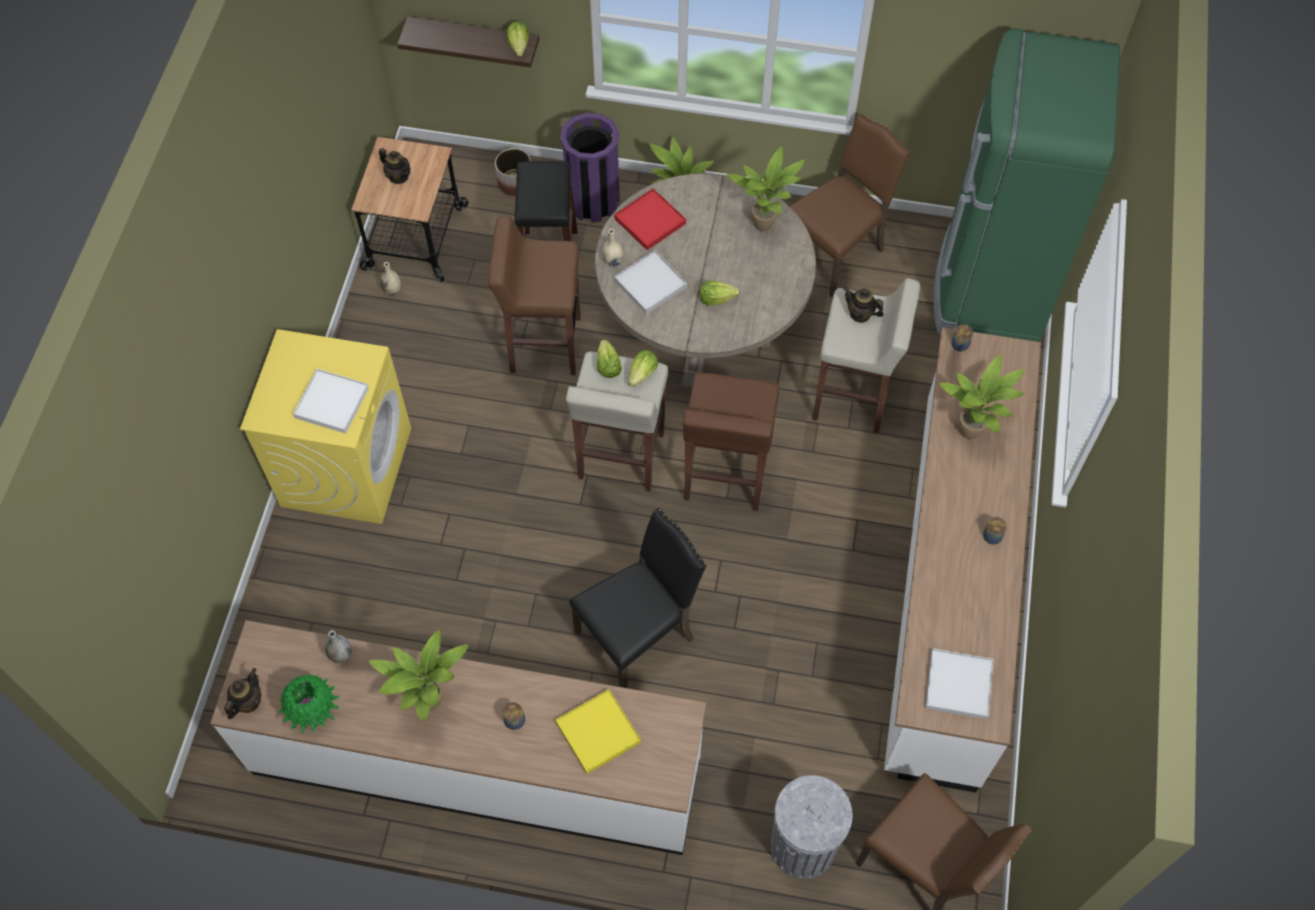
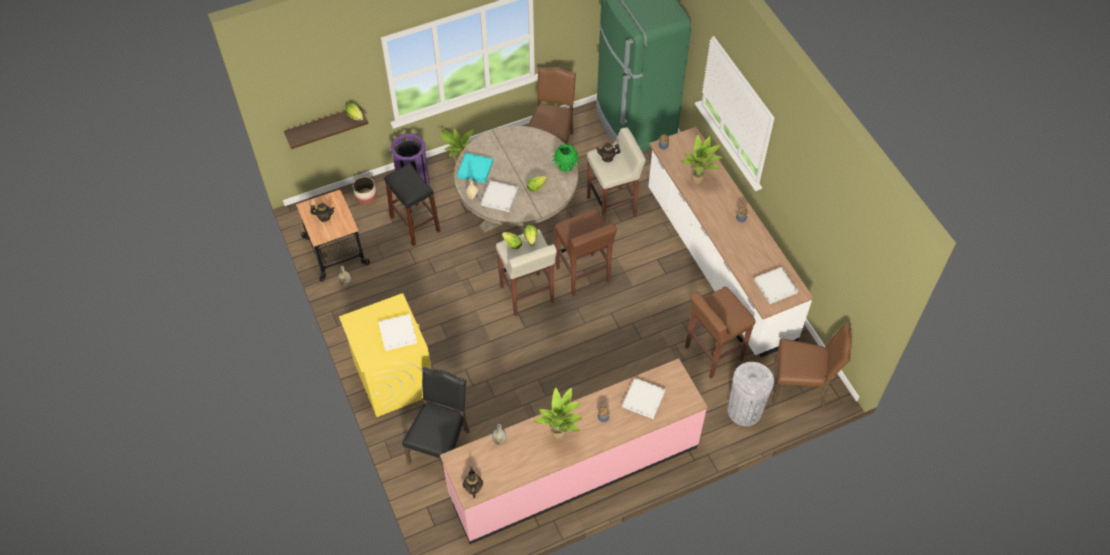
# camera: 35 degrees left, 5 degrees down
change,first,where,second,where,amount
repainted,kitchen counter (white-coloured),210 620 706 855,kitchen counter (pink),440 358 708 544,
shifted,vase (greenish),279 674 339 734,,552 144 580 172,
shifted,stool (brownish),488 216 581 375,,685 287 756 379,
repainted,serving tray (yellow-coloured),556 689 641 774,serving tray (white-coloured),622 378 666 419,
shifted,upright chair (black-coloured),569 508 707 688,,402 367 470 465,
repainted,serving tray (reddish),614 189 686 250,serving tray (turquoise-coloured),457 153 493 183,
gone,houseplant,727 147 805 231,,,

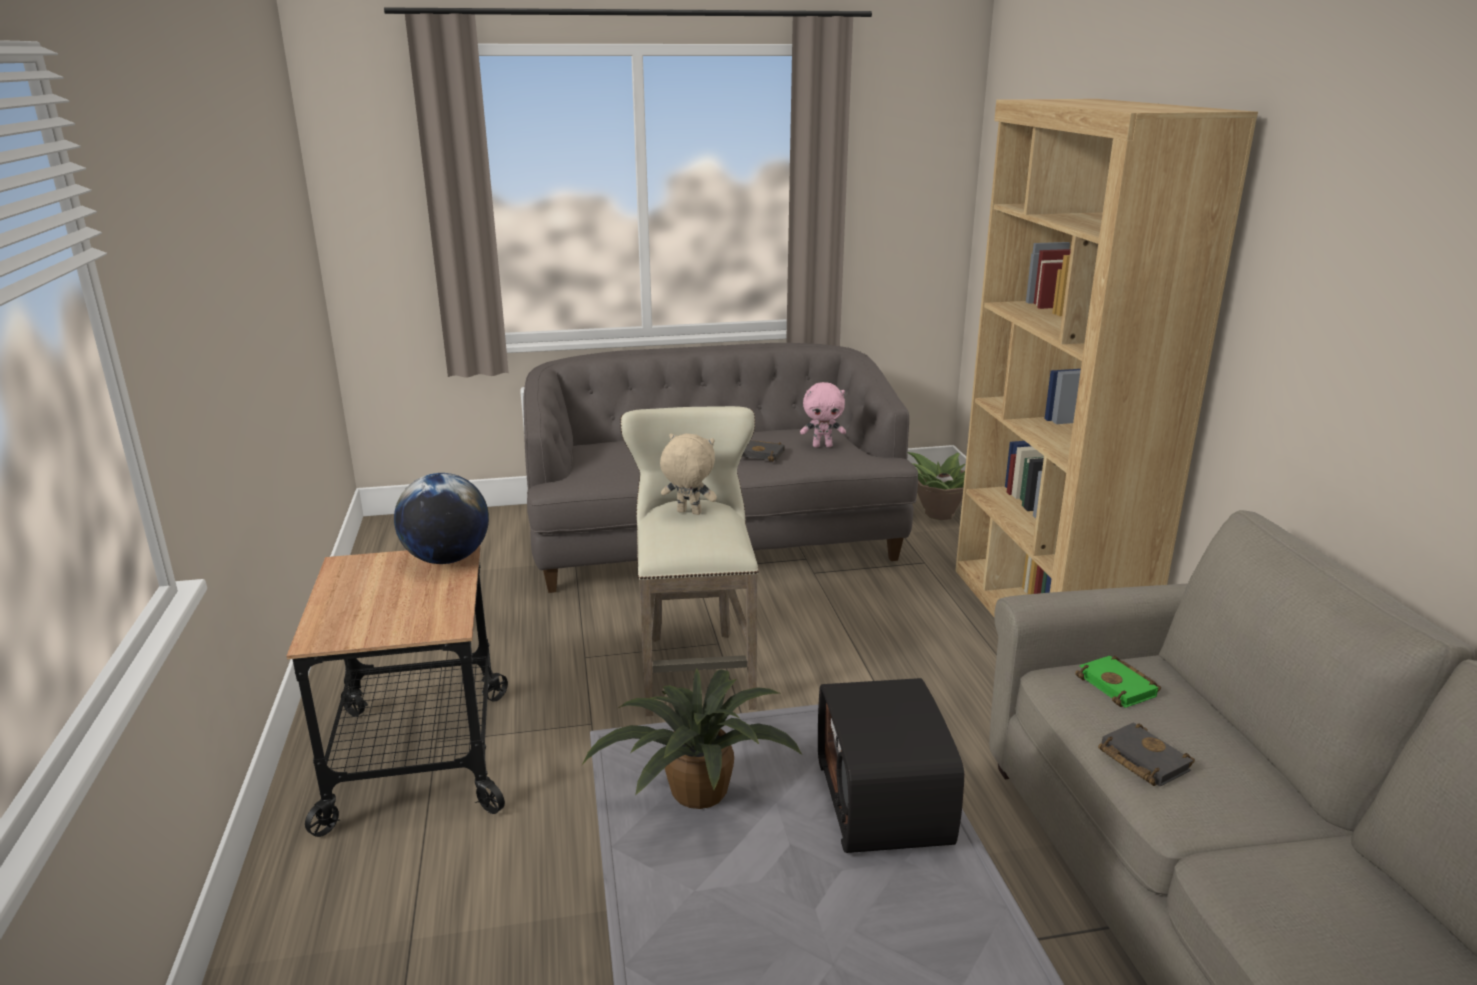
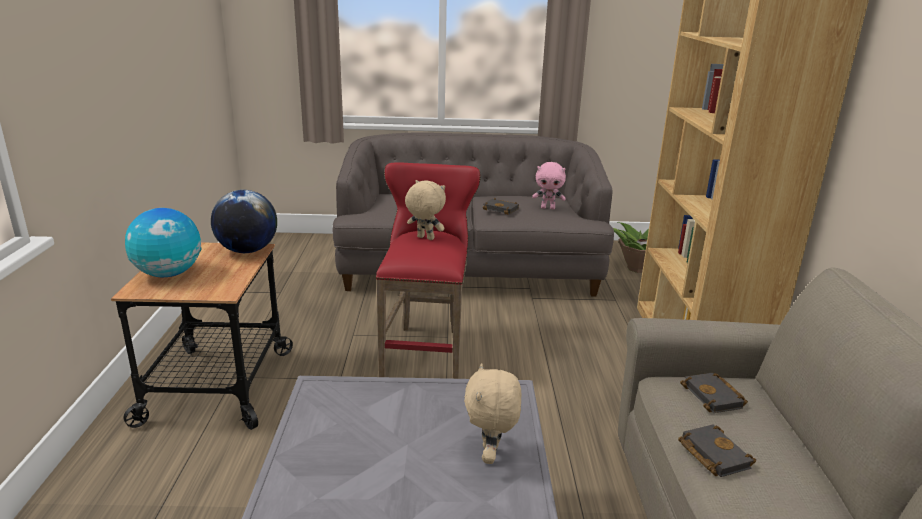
# camera: 10 degrees right, 0 degrees up
change,first,where,second,where,amount
gone,houseplant,582 668 802 809,,,
repainted,stool (sand-coloured),620 406 759 716,stool (reddish),376 162 481 379,
swapped,radio set,818 678 965 853,cuddly toy (sand-coloured),464 363 521 464,
repainted,volume (greenish),1075 656 1161 708,volume (black-coloured),680 373 748 413,
new,,,globe,125 208 202 277,

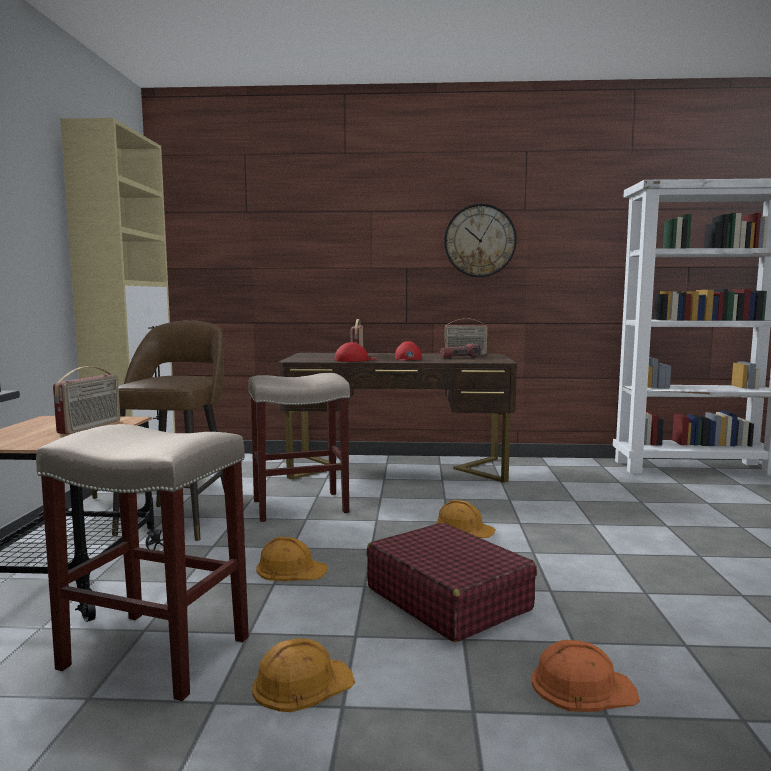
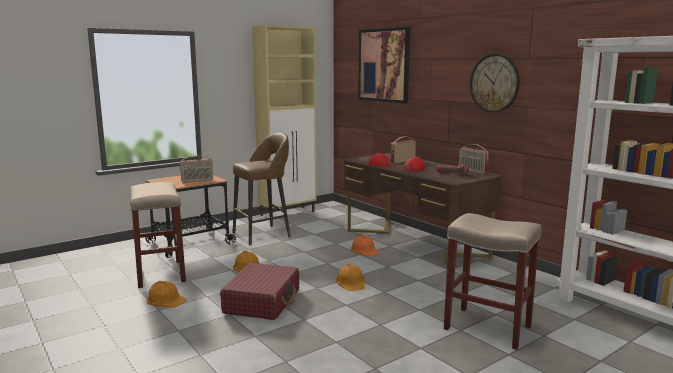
# camera: 50 degrees right, 5 degrees up
change,first,where,second,where,amount
shifted,stool (sand-coloured),248 373 350 522,,444 213 542 350,
shifted,work helmet (orange-coloured),532 640 640 712,,350 235 380 256,
new,,,wall art,358 27 410 104,

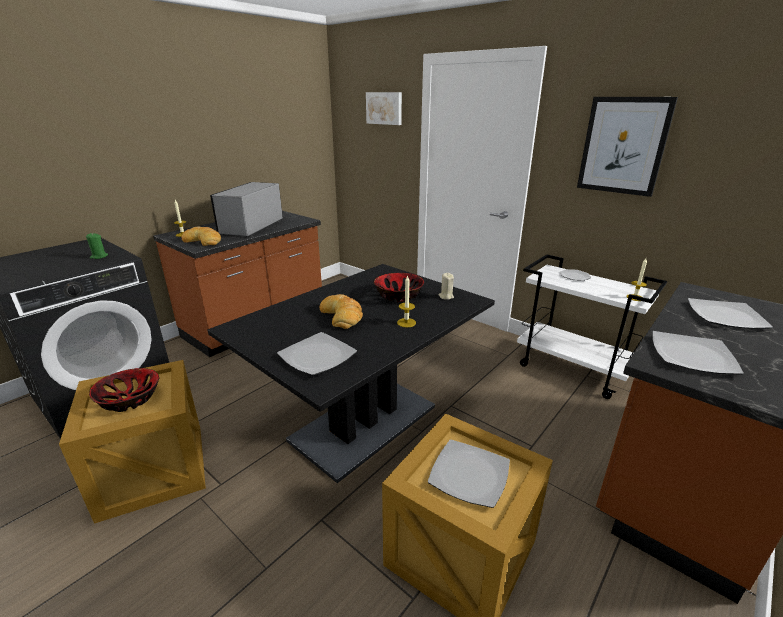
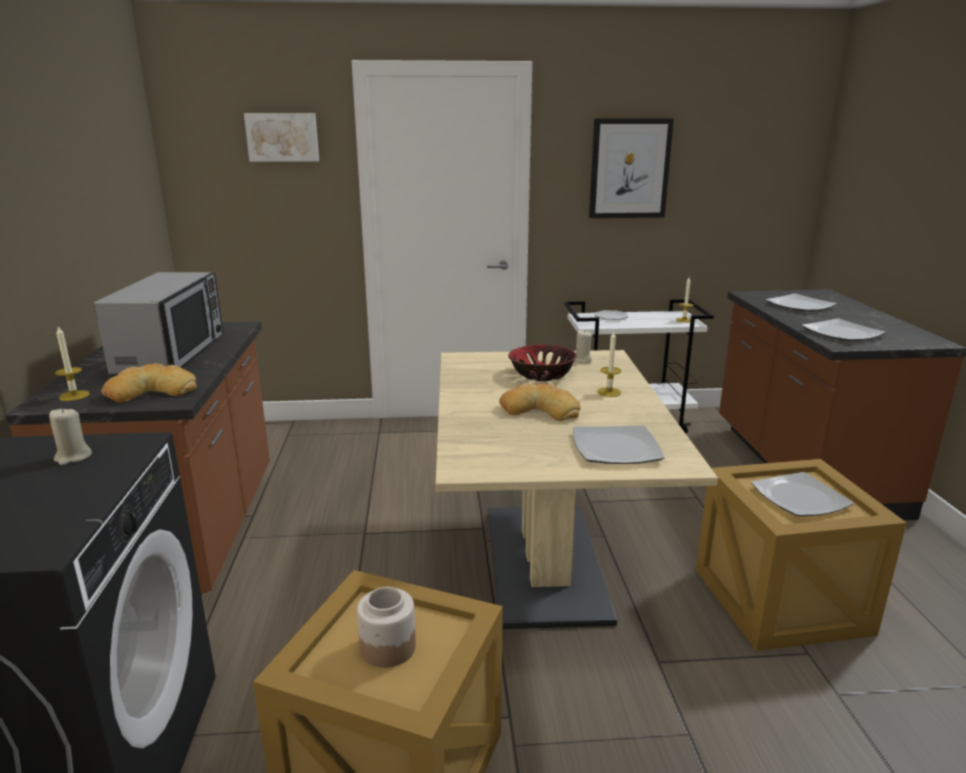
# camera: 45 degrees left, 5 degrees down
change,first,where,second,where,amount
repainted,wax light (greenish),86 233 108 259,wax light (sand-coloured),49 408 92 465,
swapped,deep dish,89 368 159 412,jar,357 587 416 668,
repainted,kitchen table (black-coloured),207 264 495 483,kitchen table (sand-coloured),436 350 718 629,
rotated,microwave,210 182 283 236,,94 272 224 375,150 degrees counterclockwise

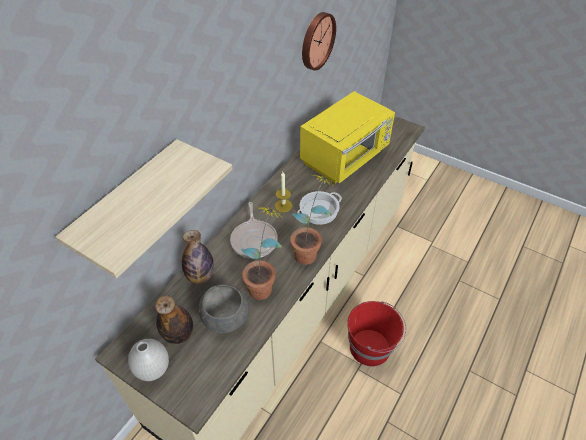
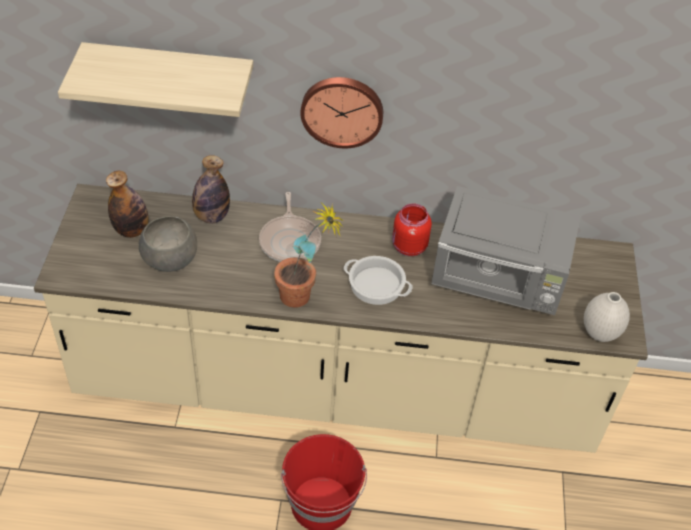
# camera: 60 degrees right, 0 degrees up
change,first,where,second,where,amount
shifted,vase (white-coloured),128 339 169 381,,584 292 630 342,
rotated,pan,230 202 278 259,,259 192 321 262,60 degrees counterclockwise
gone,houseplant,241 207 283 300,,,
gone,wax light,275 172 292 212,,,
repainted,microwave (yellow-coloured),300 91 395 183,microwave (grey),431 186 580 315,
shifted,clock on the wall,302 12 336 71,,300 77 383 148,
new,,,jar (reddish),392 203 432 256,

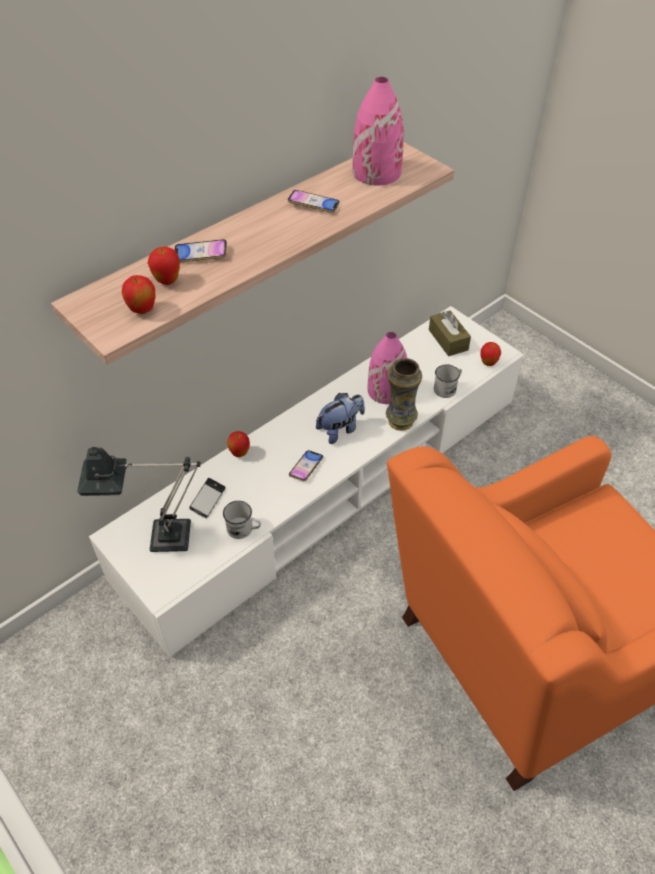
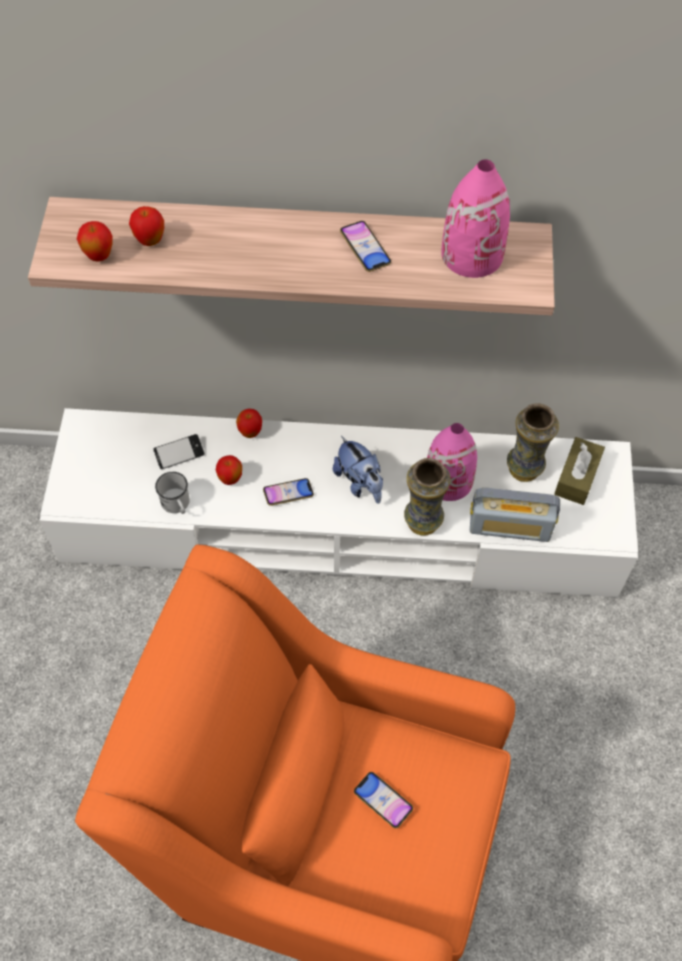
# camera: 45 degrees right, 10 degrees up
change,first,where,second,where,amount
gone,lamp for a table,77 447 201 552,,,
shifted,handset,174 239 227 263,,354 772 413 828,
rotated,cuddly toy,316 393 365 444,,333 436 383 504,45 degrees clockwise
swapped,mug (white-coloured),434 364 462 398,radio set,470 488 560 542,
shifted,whole apple,480 342 501 366,,216 455 242 485,
new,,,vase,507 403 559 482,

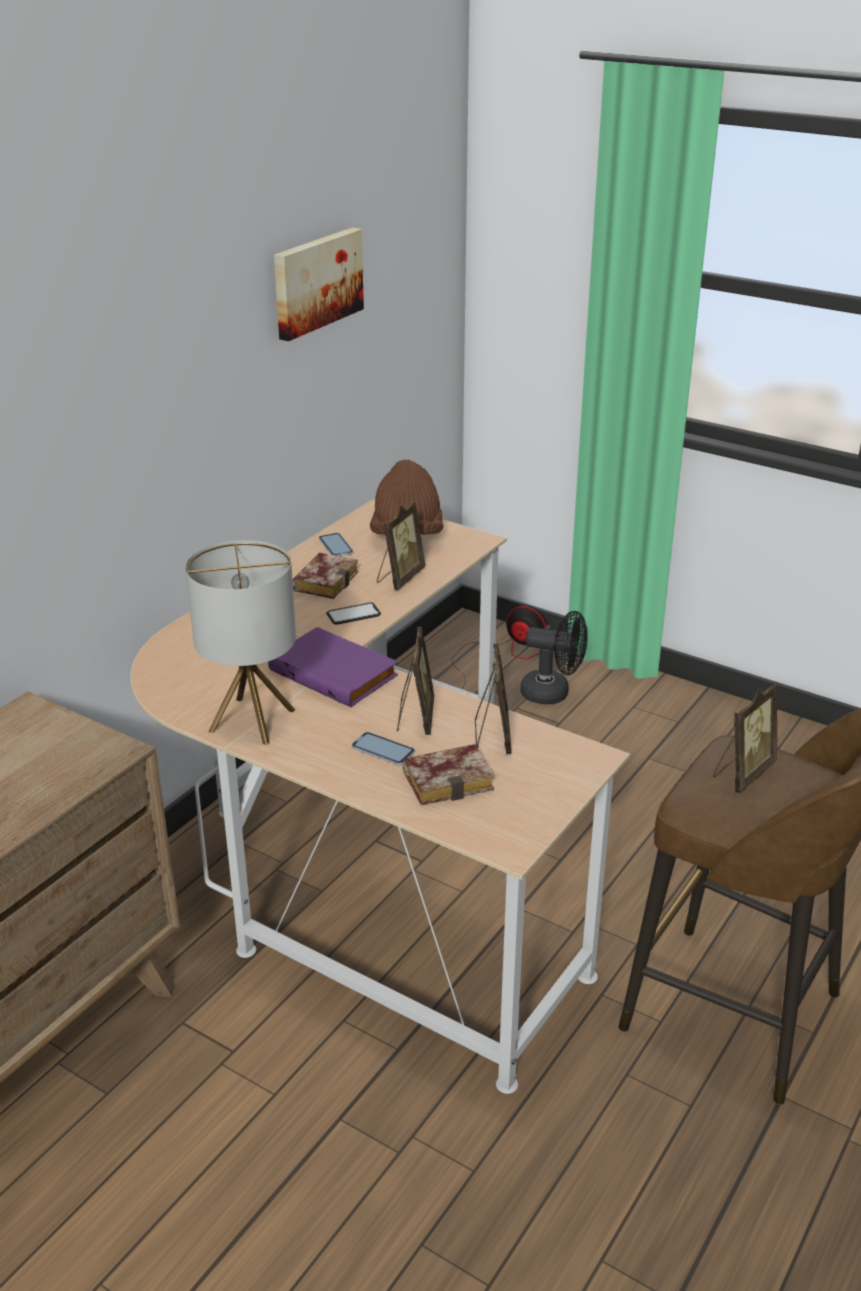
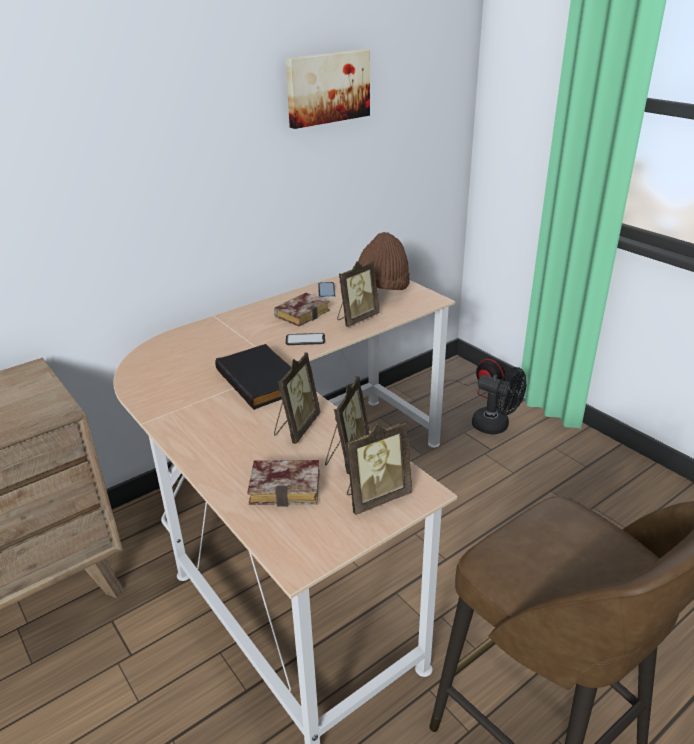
# camera: 20 degrees right, 0 degrees up
change,first,where,second,where,amount
gone,lamp for a table,185 540 296 745,,,
repainted,volume (purplish),268 627 398 707,volume (black-coloured),215 344 291 410,
gone,handset,352 732 415 765,,,
shifted,picture frame,713 682 778 793,,346 421 412 515,

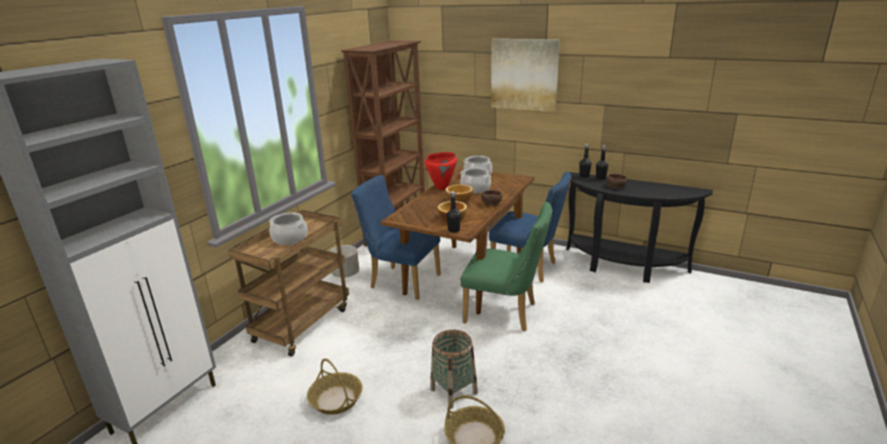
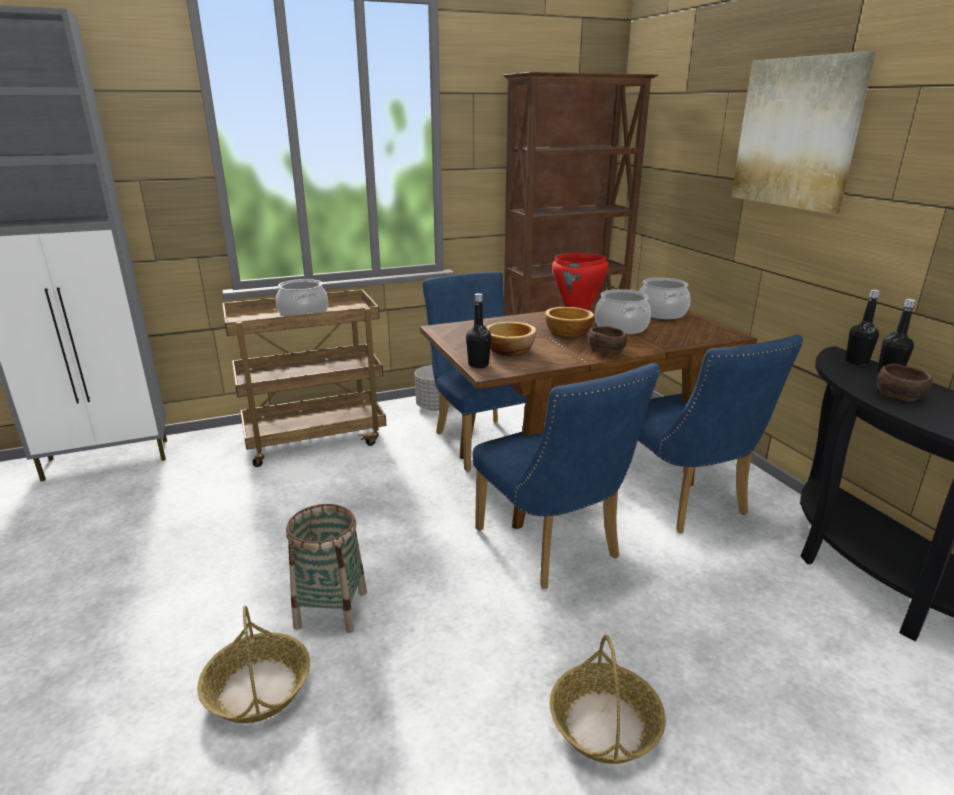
# camera: 40 degrees right, 0 degrees up
change,first,where,second,where,amount
shifted,household basket,307 358 362 415,,550 635 666 764,
repainted,upright chair (greenish),461 202 552 331,upright chair (blue),472 363 660 589,

